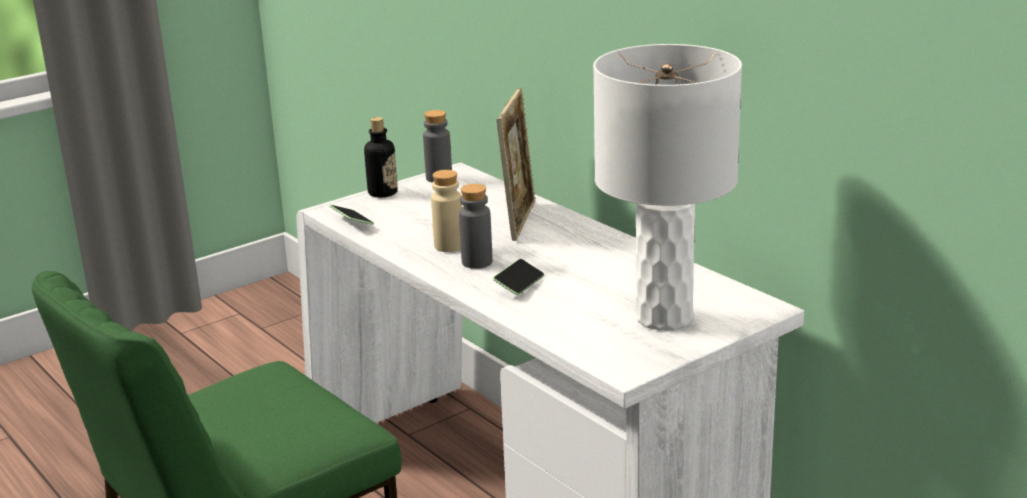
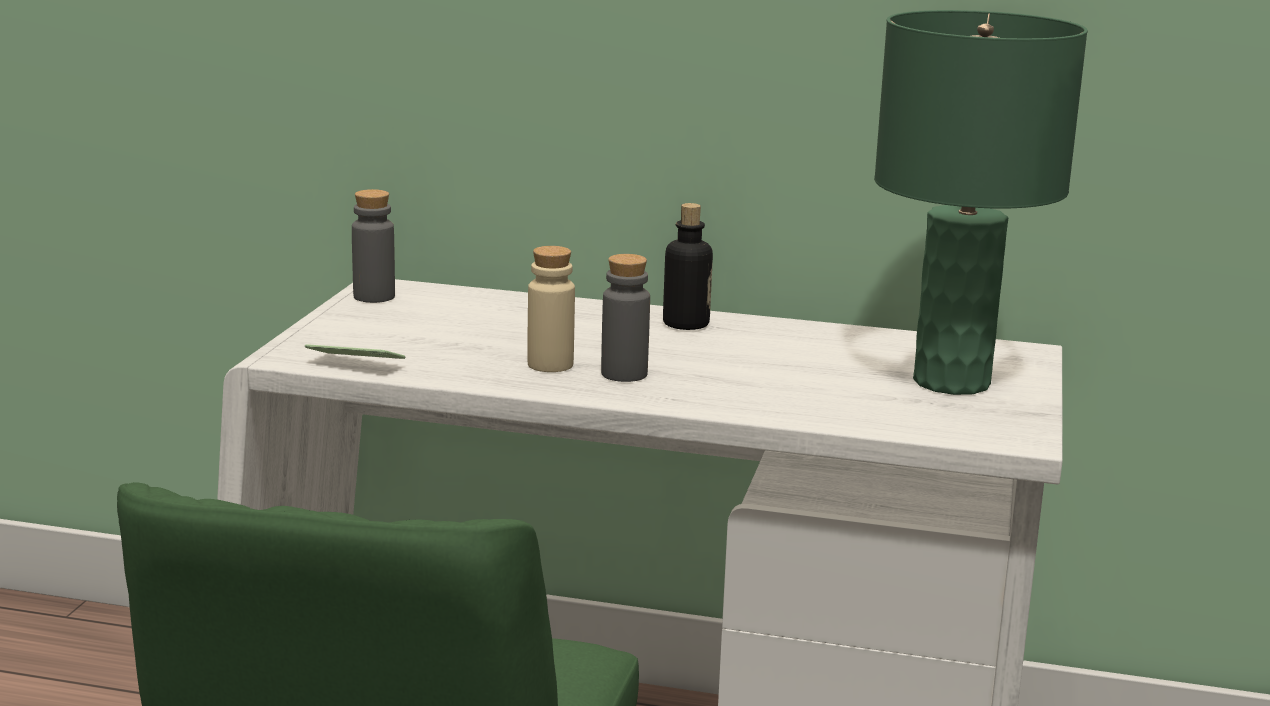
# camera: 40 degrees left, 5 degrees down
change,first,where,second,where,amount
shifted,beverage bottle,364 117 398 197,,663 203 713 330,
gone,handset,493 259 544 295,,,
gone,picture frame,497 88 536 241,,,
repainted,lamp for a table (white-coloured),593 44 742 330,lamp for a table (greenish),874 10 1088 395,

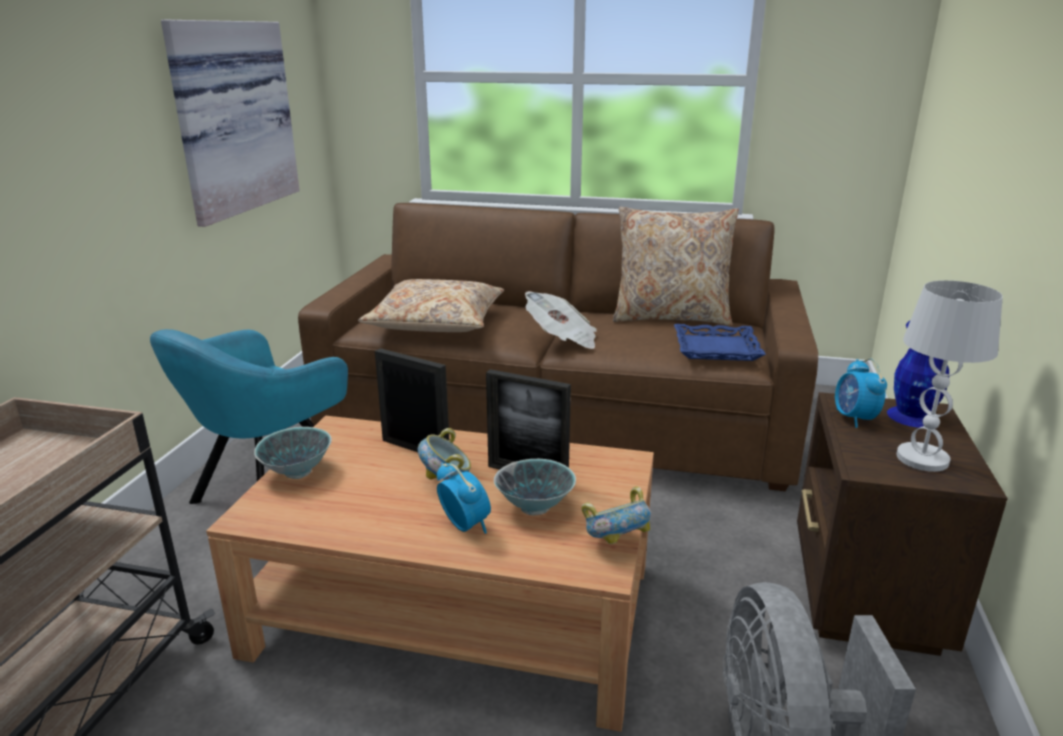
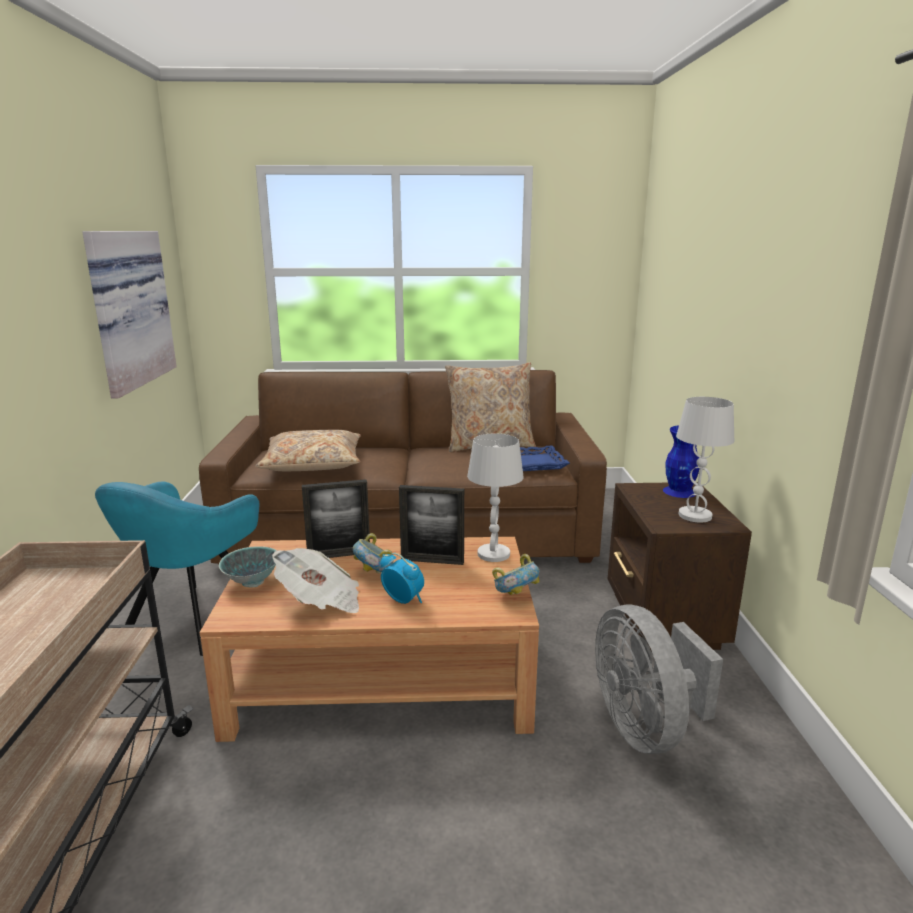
# camera: 15 degrees left, 5 degrees down
change,first,where,second,where,amount
rotated,picture frame,375 348 449 452,,302 479 370 558,150 degrees clockwise
gone,deep dish,494 459 576 515,,,
shifted,daily paper,525 291 597 349,,272 548 359 613,
gone,bedside clock,835 358 887 428,,,
new,,,lamp for a table (white-coloured),467 434 524 562,

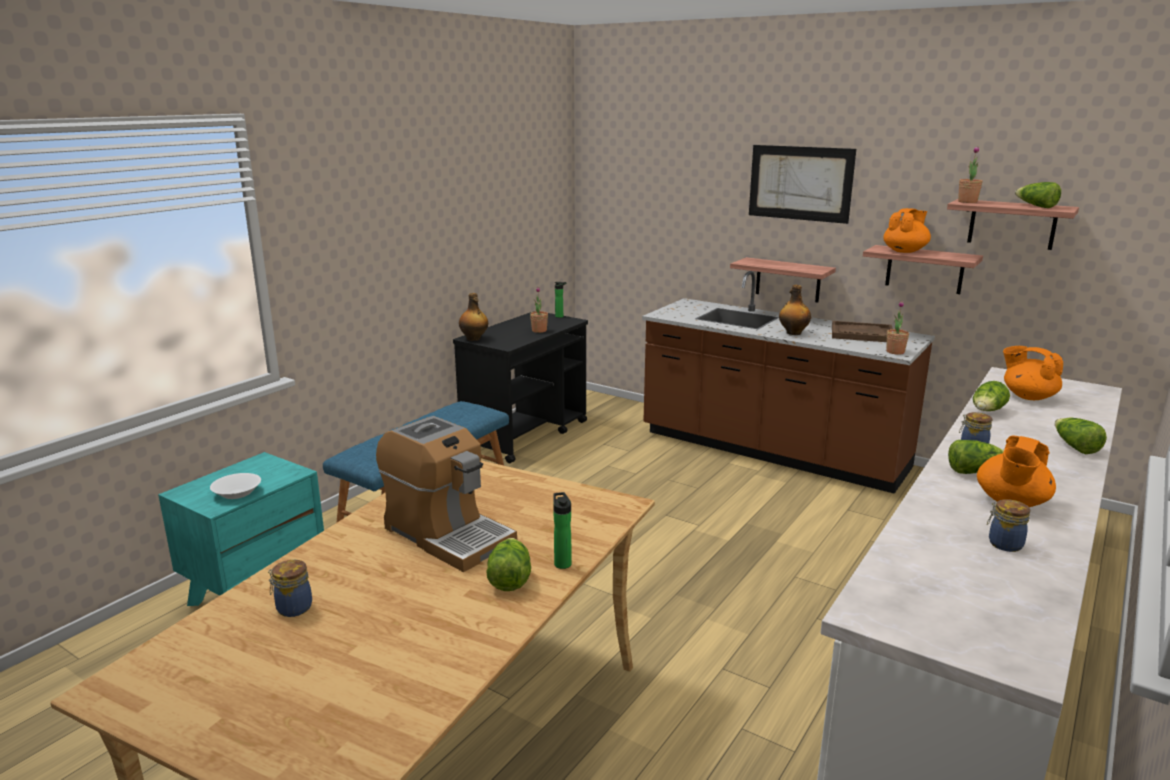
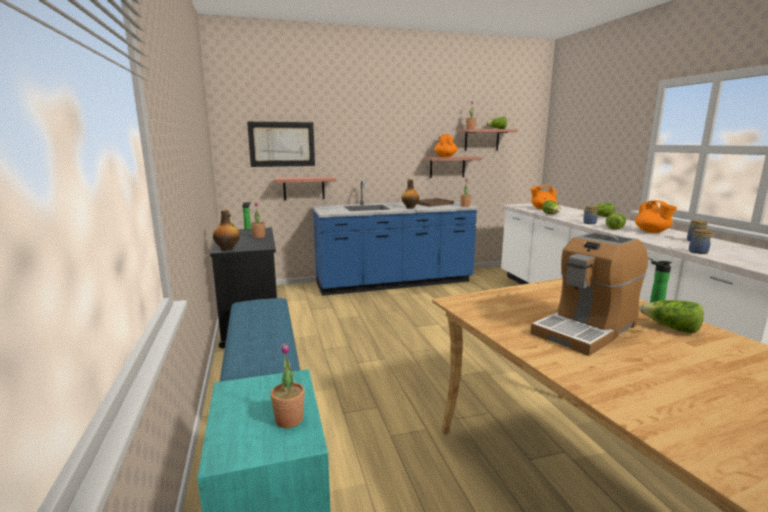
# camera: 50 degrees left, 5 degrees down
change,first,where,second,where,amount
swapped,deep dish (white-coloured),210 473 261 499,houseplant,270 344 305 428,
shifted,jar,268 560 312 617,,689 229 712 254,
rotated,coffee maker,376 416 517 572,,530 232 648 356,150 degrees clockwise
repainted,kitchen counter (brownish),642 271 935 494,kitchen counter (blue),312 180 479 296,
shifted,bracket shelf,730 257 836 303,,274 176 336 200,
shifted,wall art,749 145 856 224,,247 122 315 167,

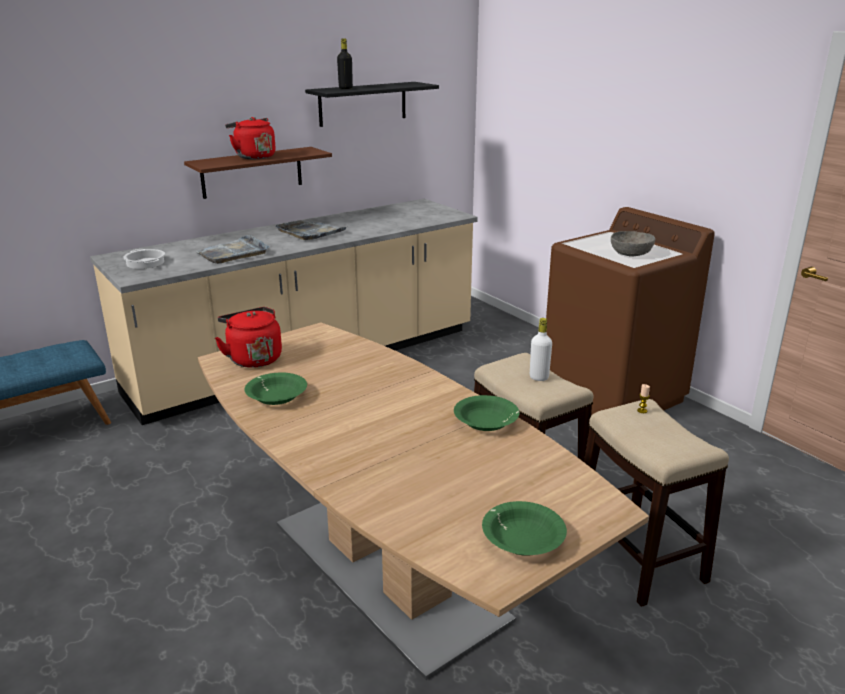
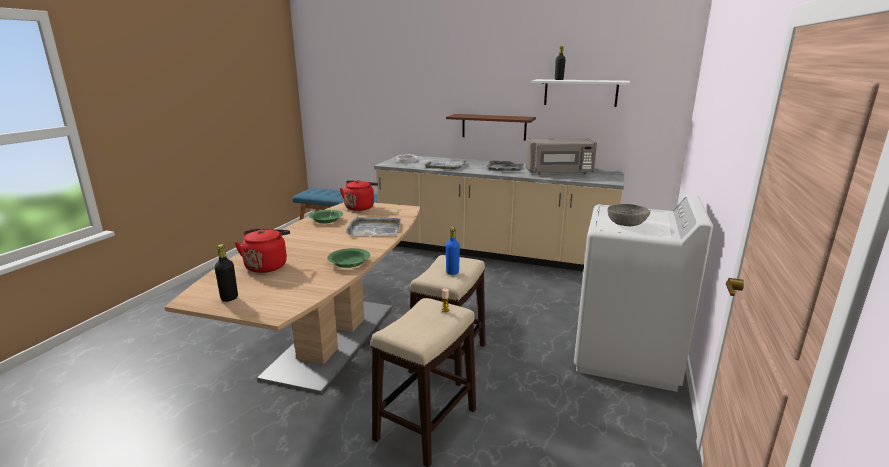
# camera: 55 degrees right, 5 degrees down
change,first,where,second,where,amount
shifted,water kettle (reddish),225 117 276 159,,234 229 290 273,
repainted,bracket shelf (black-coloured),305 82 439 127,bracket shelf (white-coloured),531 79 630 107,
swapped,deep dish (greenish),482 501 567 556,beverage bottle (black-coloured),215 244 238 302,
repainted,beverage bottle (white-coloured),530 318 552 381,beverage bottle (blue),446 227 460 275,
repainted,laundry machine (brownish),546 207 715 416,laundry machine (white-coloured),574 194 713 392,
new,,,serving tray (grey),346 216 401 235,
new,,,microwave (grey),525 138 597 175,

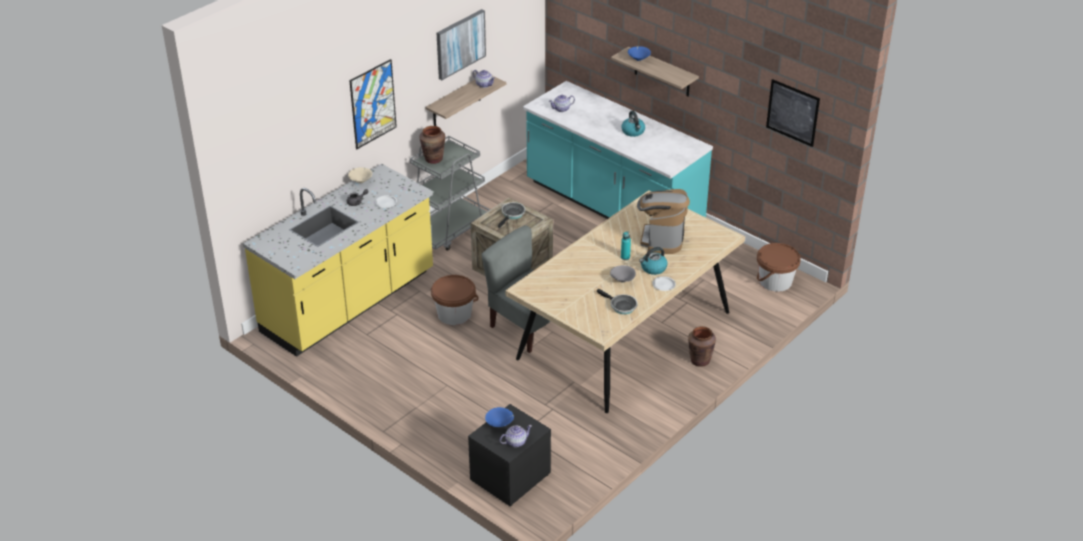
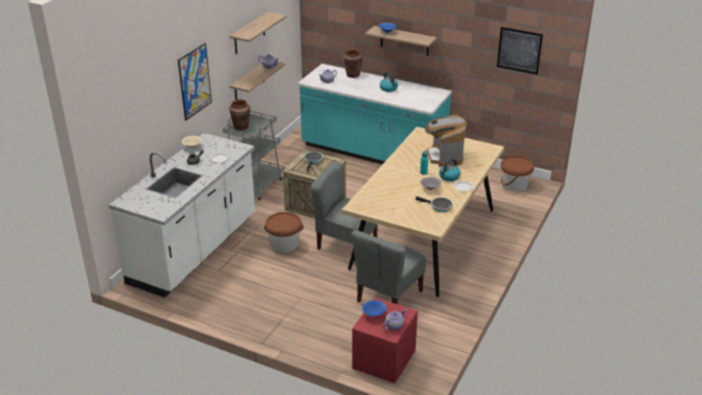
# camera: 15 degrees left, 5 degrees down
change,first,where,second,where,amount
repainted,kitchen counter (yellow-coloured),243 164 433 357,kitchen counter (white-coloured),109 133 255 298,
swapped,wall art,437 9 486 80,bracket shelf,229 12 287 54,
repainted,night table (black-coloured),468 404 551 506,night table (reddish),352 297 418 383,
shifted,vase (brownish),688 326 716 367,,344 49 362 78,
new,,,upright chair (grey),351 230 426 304,

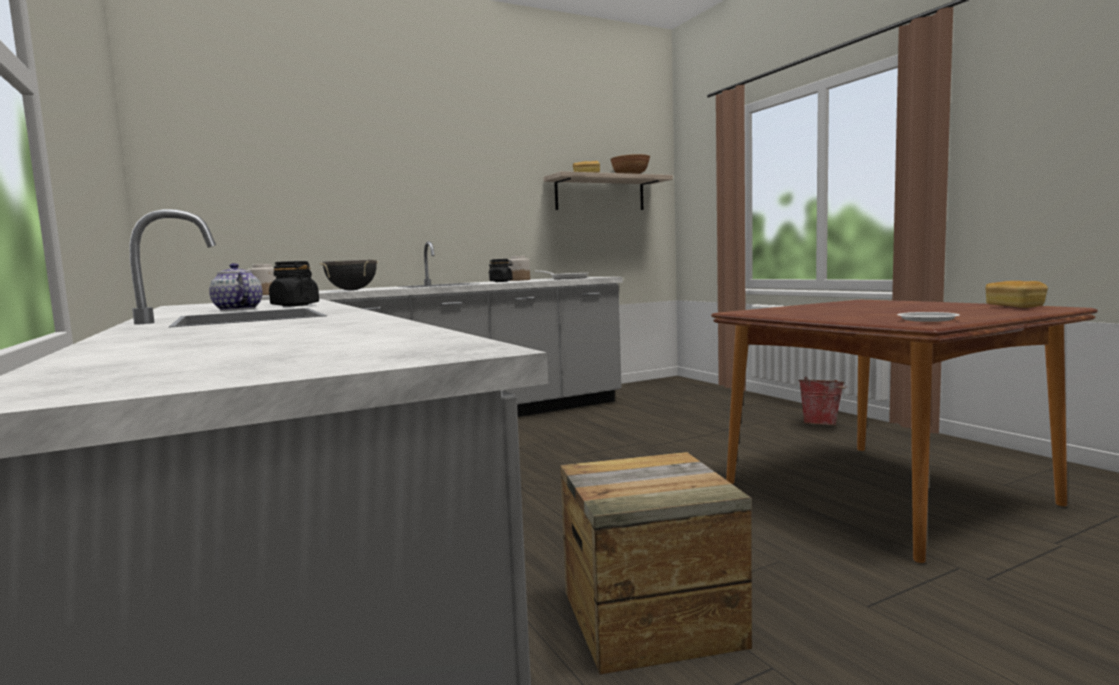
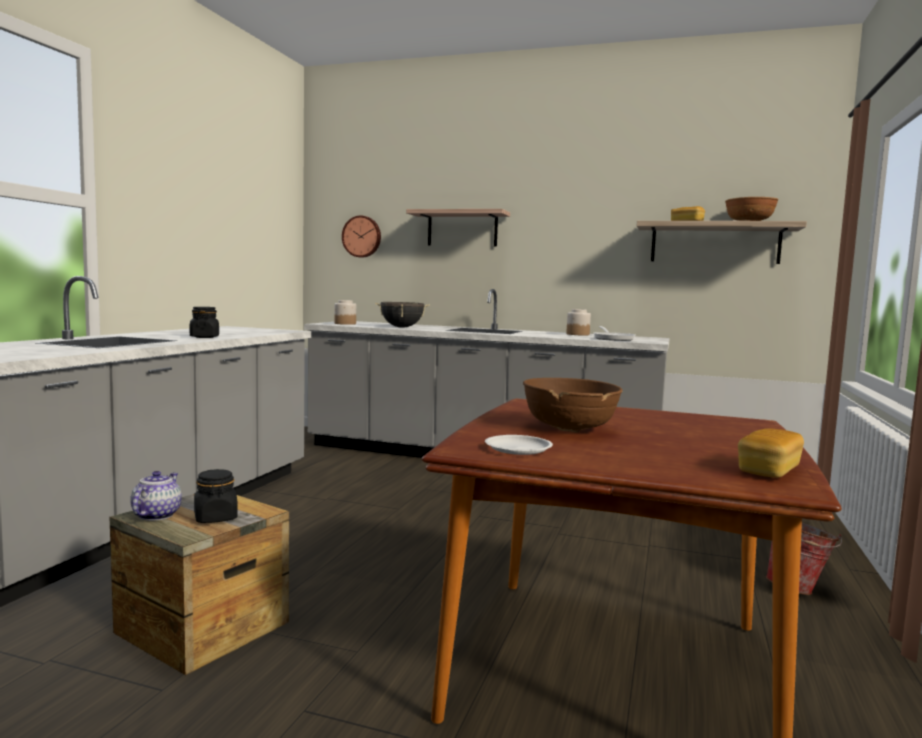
# camera: 45 degrees right, 0 degrees up
change,first,where,second,where,amount
shifted,pot for tea,209 263 263 311,,130 471 182 521,
shifted,jar (black-coloured),489 259 513 282,,194 469 238 523,
new,,,clock on the wall,342 216 381 258,
new,,,bracket shelf,406 209 510 247,
new,,,deep dish (brownish),523 378 623 433,

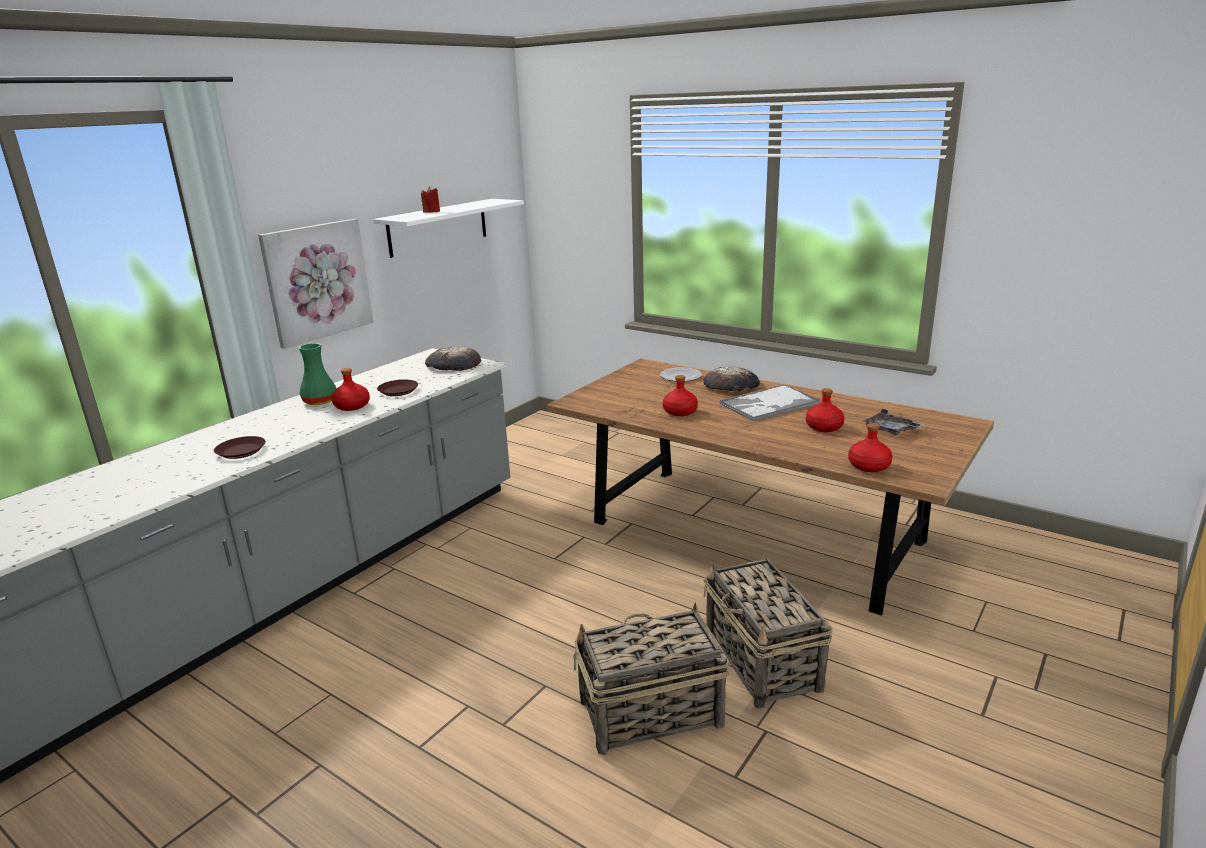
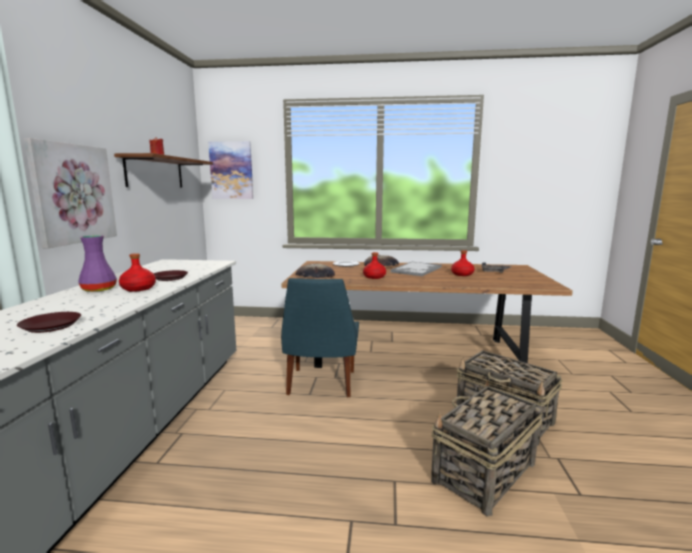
# camera: 30 degrees left, 10 degrees down
change,first,where,second,where,amount
repainted,vase (greenish),298 343 337 405,vase (purplish),78 235 117 292,
repainted,bracket shelf (white-coloured),373 199 524 258,bracket shelf (brownish),114 153 213 187,
shifted,baked bread,425 346 481 371,,296 263 335 278,
gone,beverage bottle (reddish),848 423 892 472,,,
new,,,wall art,208 141 253 199,
new,,,upright chair (blue),281 278 359 397,

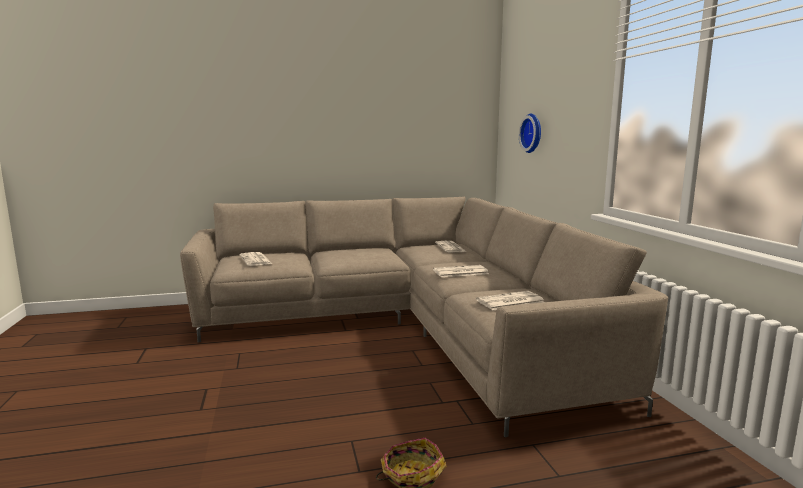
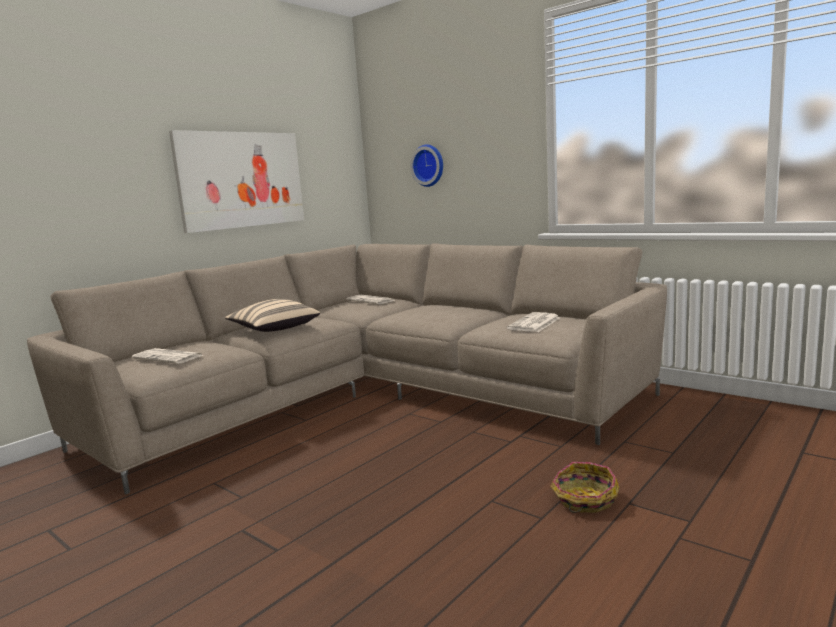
# camera: 35 degrees left, 0 degrees up
change,first,where,second,where,amount
gone,daily paper,433 265 489 277,,,
new,,,wall art,169 130 304 233,
new,,,cushion (sand-coloured),225 299 320 332,

